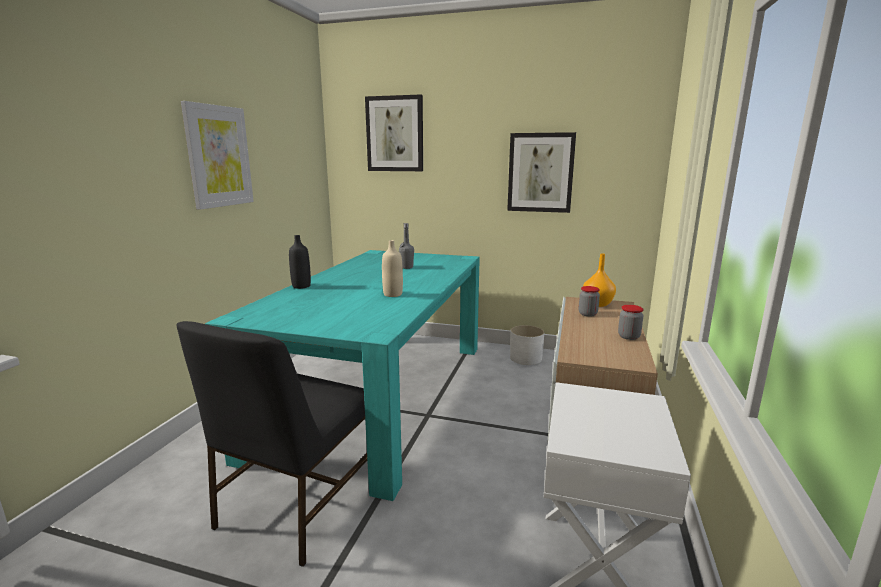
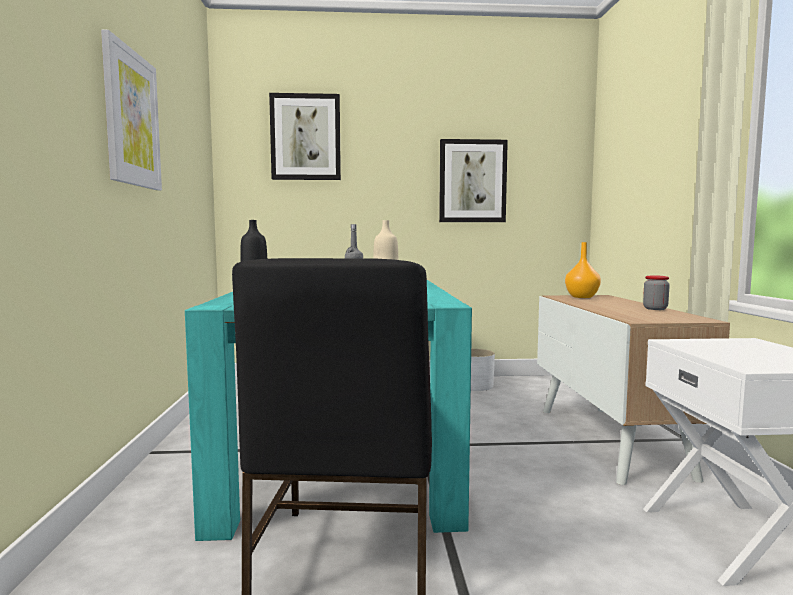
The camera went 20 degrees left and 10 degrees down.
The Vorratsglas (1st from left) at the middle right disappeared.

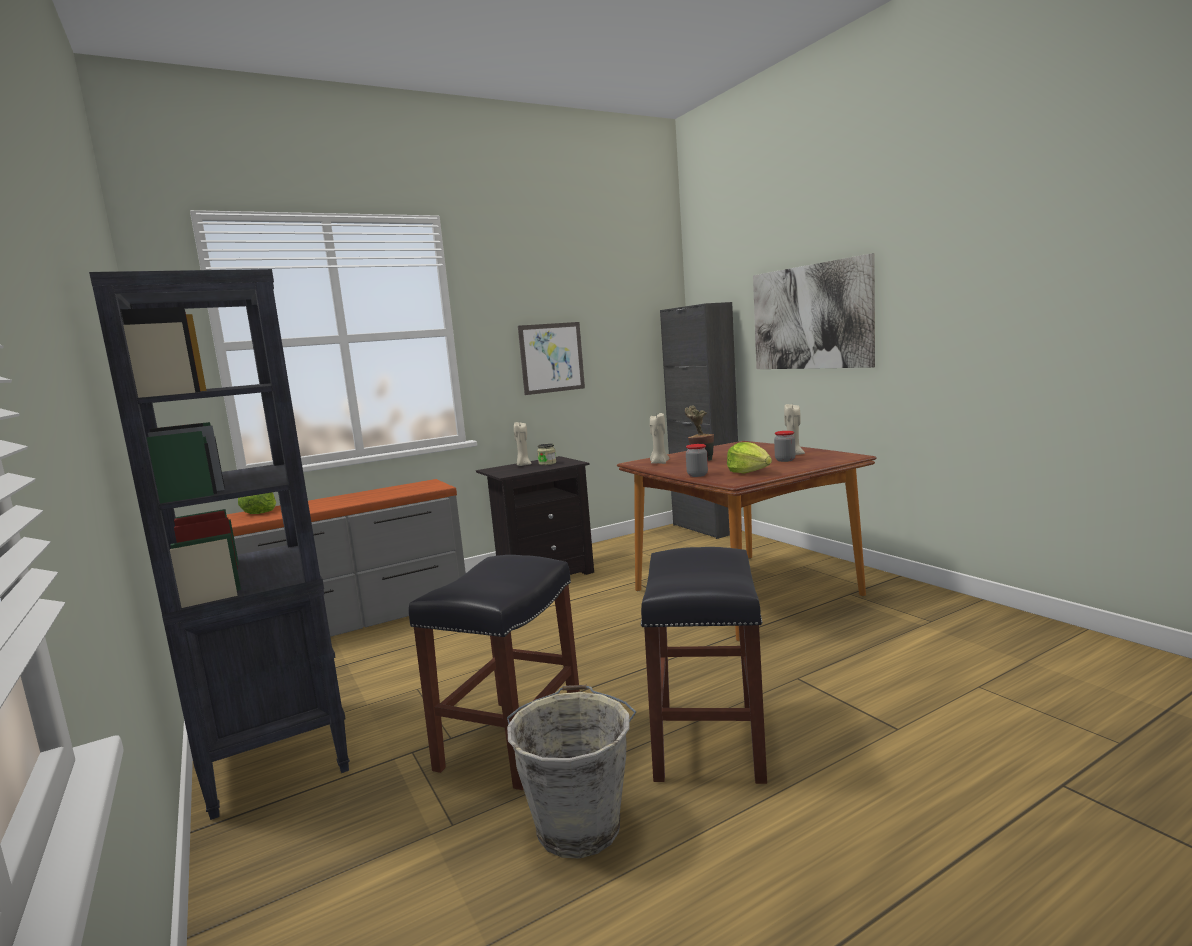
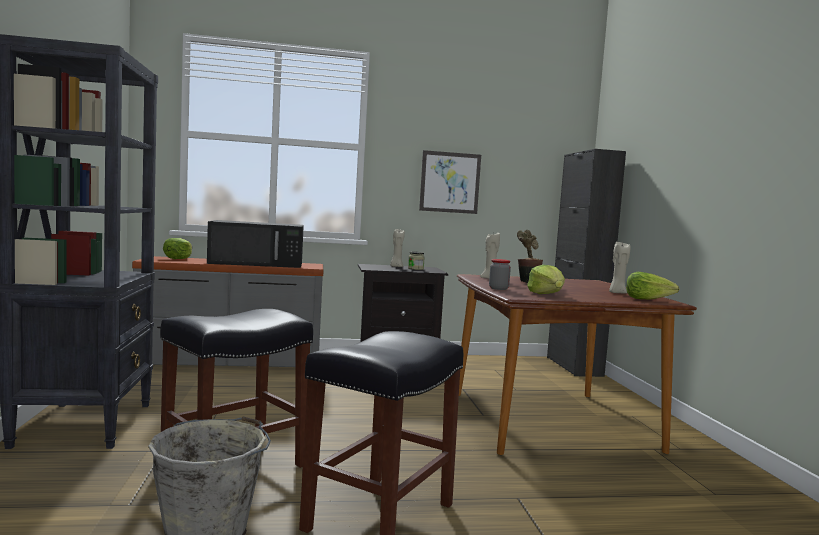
The camera went 20 degrees right and 5 degrees down.
The Mikrowelle/schwarz at the middle left appeared.
The Salatkopf (3rd from left) at the middle right appeared.
The Bild (2nd from left) at the top right disappeared.
The Vorratsglas (3rd from left) at the centre disappeared.

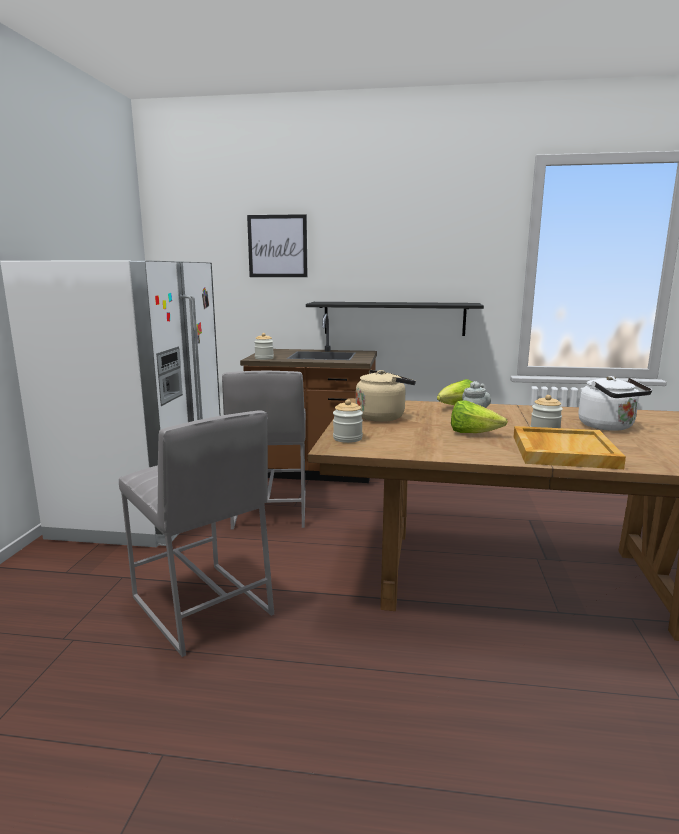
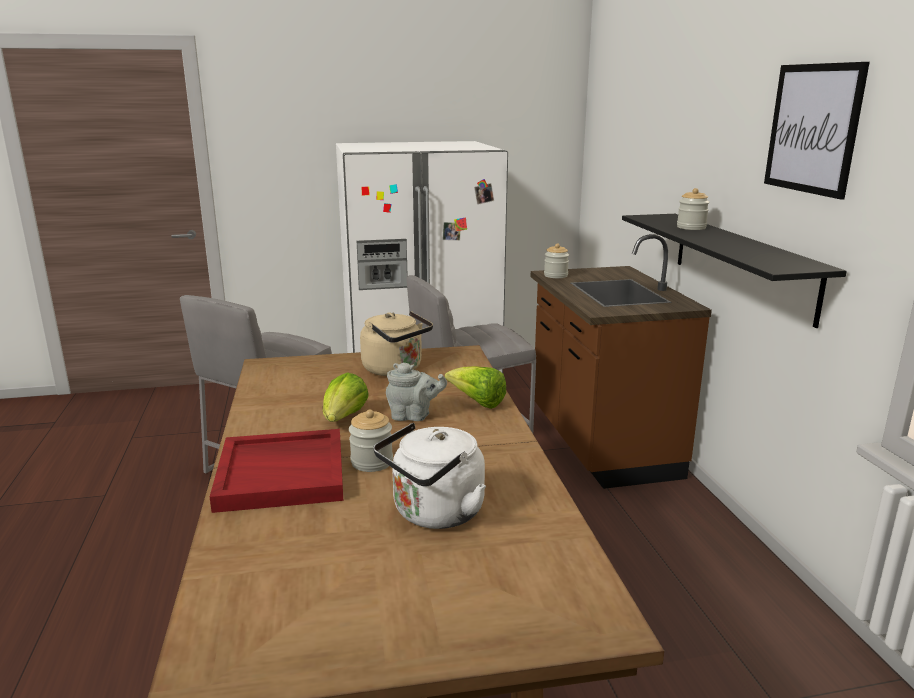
The camera went 70 degrees right and 5 degrees up.
The Tablett/beige at the middle right became the Tablett/rot at the bottom left.
The Vorratsglas (2nd from left in the first image) moved from the centre to the top right.
The Bild moved from the top centre to the top right.

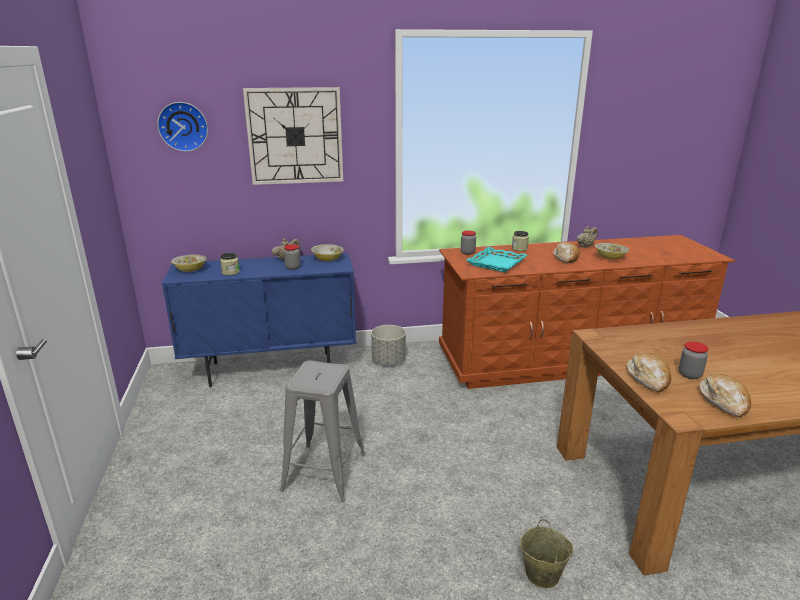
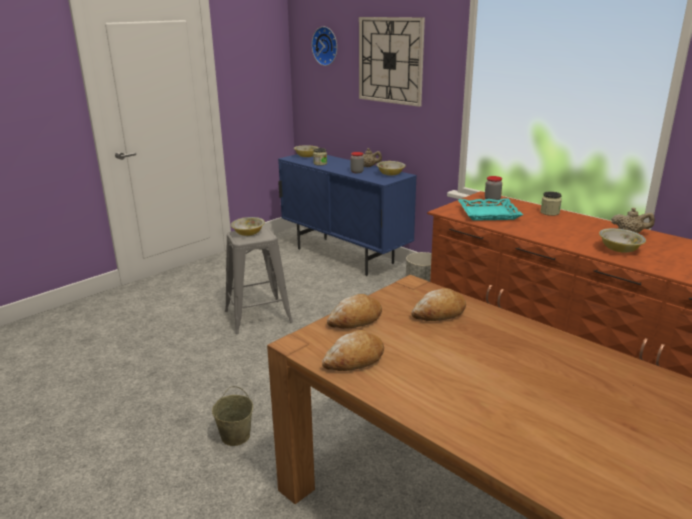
The camera went 55 degrees right and 0 degrees up.
The Schüssel (1st from left) at the centre appeared.
The Brot (1st from left in the first image) moved from the middle right to the centre.
The Vorratsglas (5th from left) at the middle right disappeared.

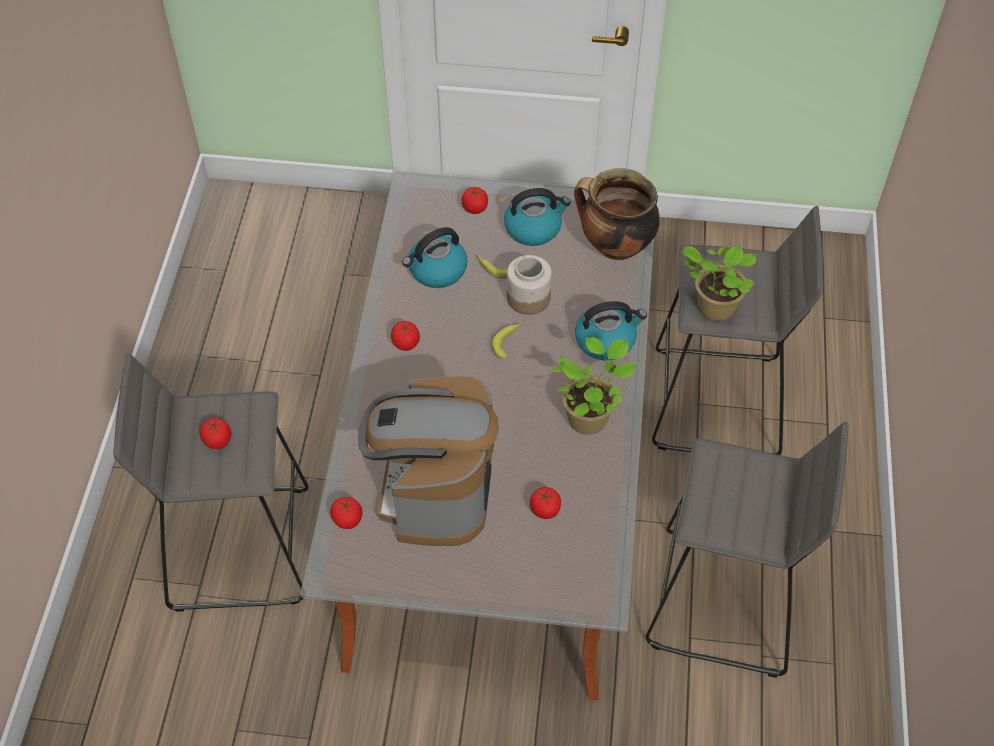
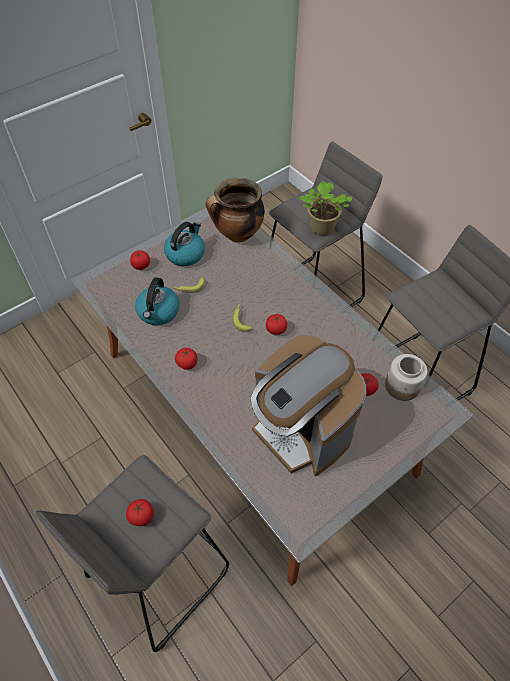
The camera went 45 degrees left and 0 degrees up.
The Tomate (2nd from left in the first image) moved from the bottom centre to the centre.
The Vorratsglas moved from the centre to the middle right.
The Topfpflanze (1st from left) at the centre disappeared.
The Wasserkessel (3rd from left) at the centre disappeared.

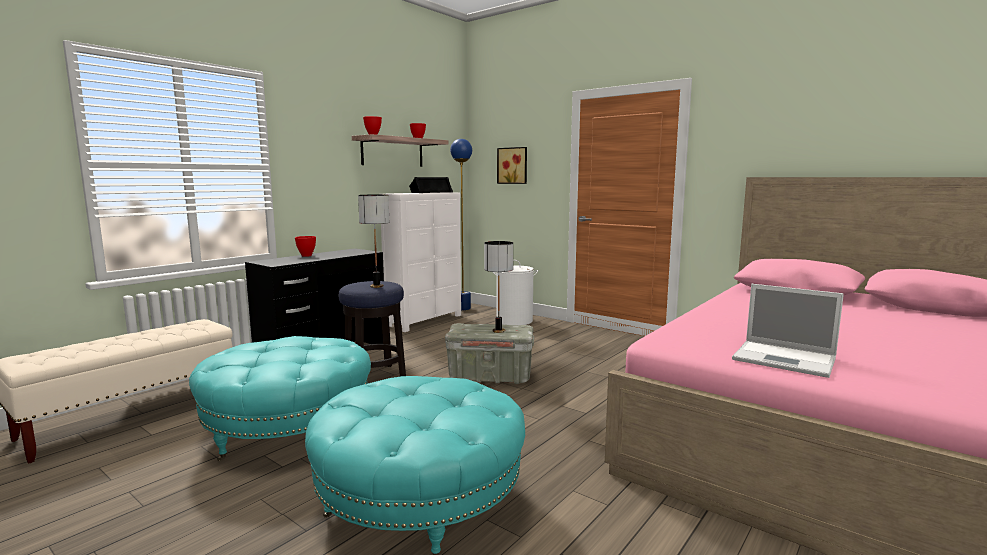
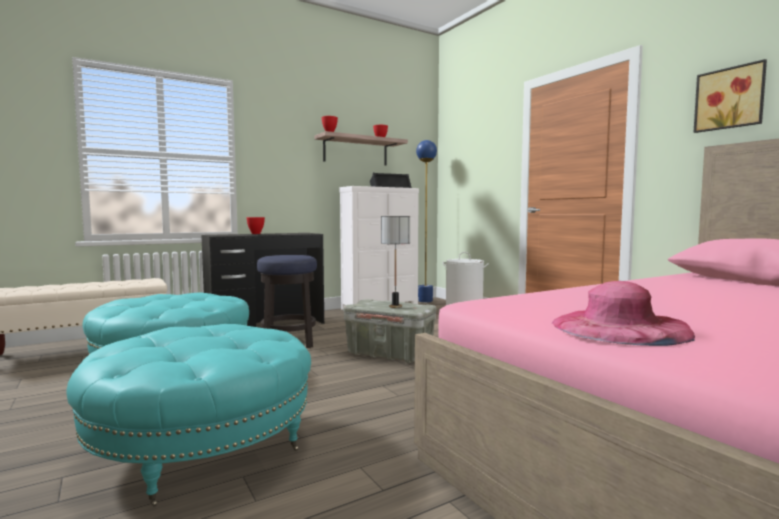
The camera went 20 degrees right and 5 degrees down.
The Laptop at the middle right was replaced by the Hut/rosa at the middle right.
The Bild moved from the top centre to the top right.
The Tischlampe (1st from left) at the centre disappeared.

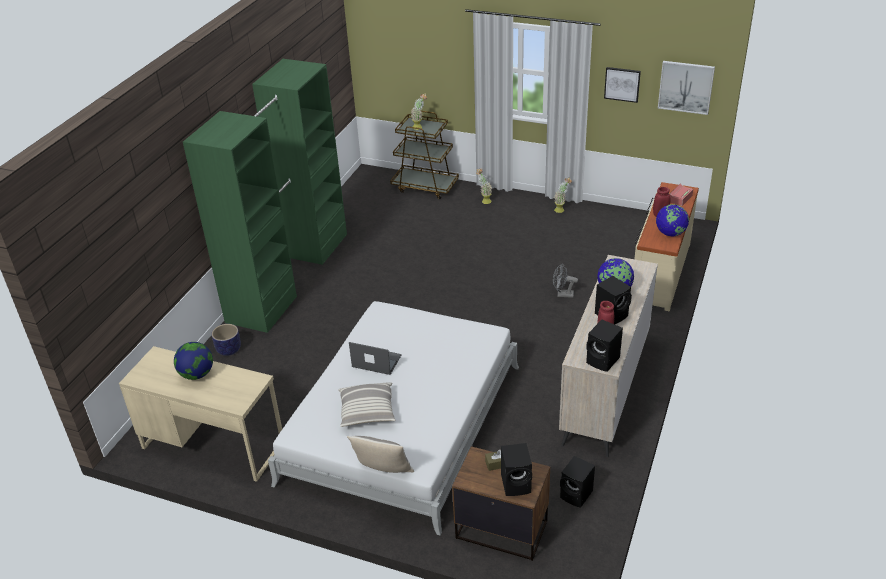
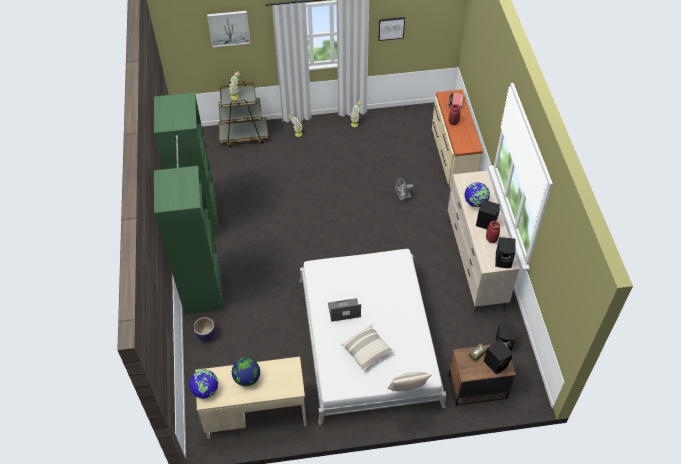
The camera went 30 degrees left and 15 degrees up.
The Globus (3rd from left in the first image) moved from the middle right to the bottom left.
The Bild (2nd from left in the first image) moved from the top right to the top centre.

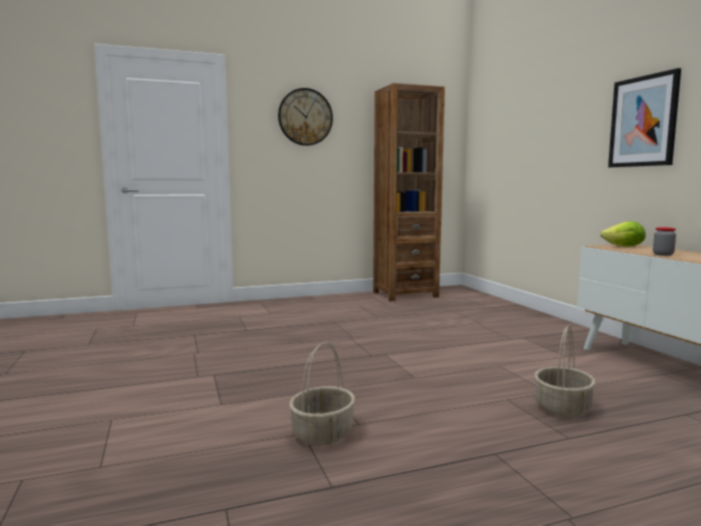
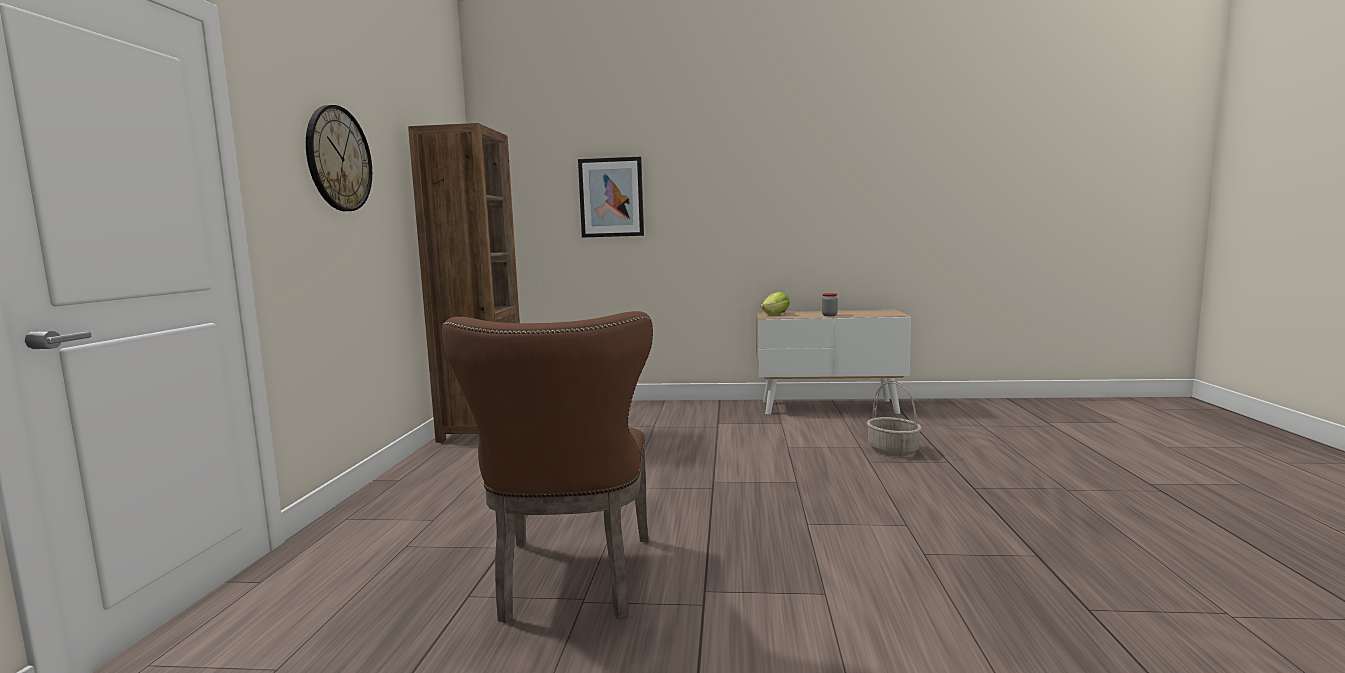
The camera went 65 degrees left and 0 degrees up.
The Stuhl/braun at the bottom centre appeared.
The Bild moved from the top right to the top centre.
The Korb (1st from left) at the bottom centre disappeared.

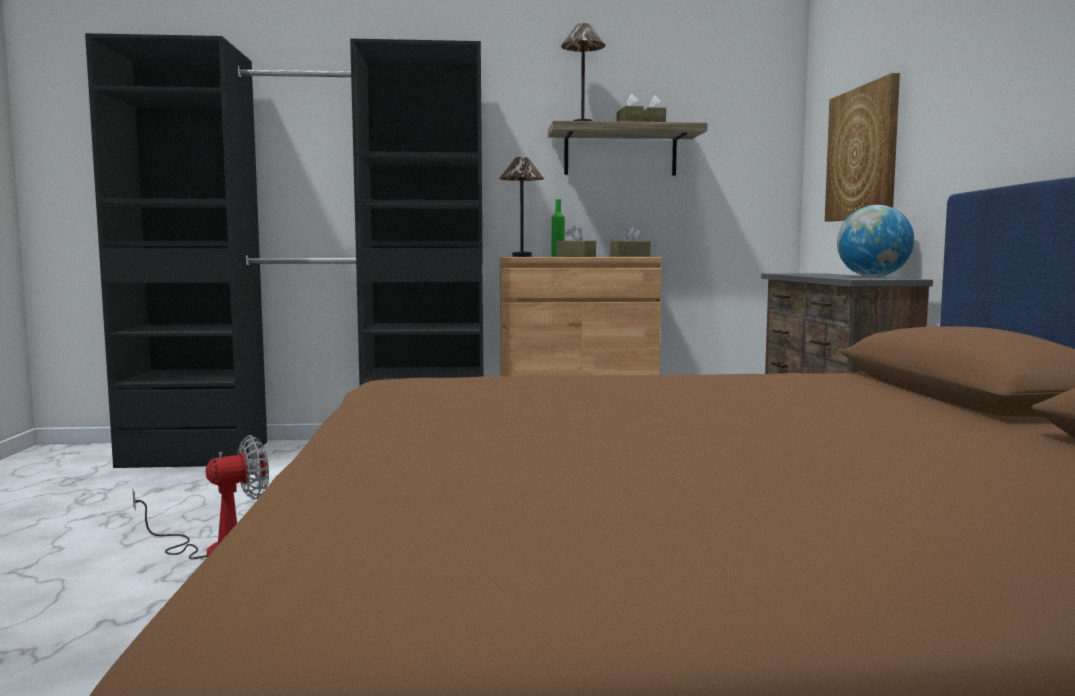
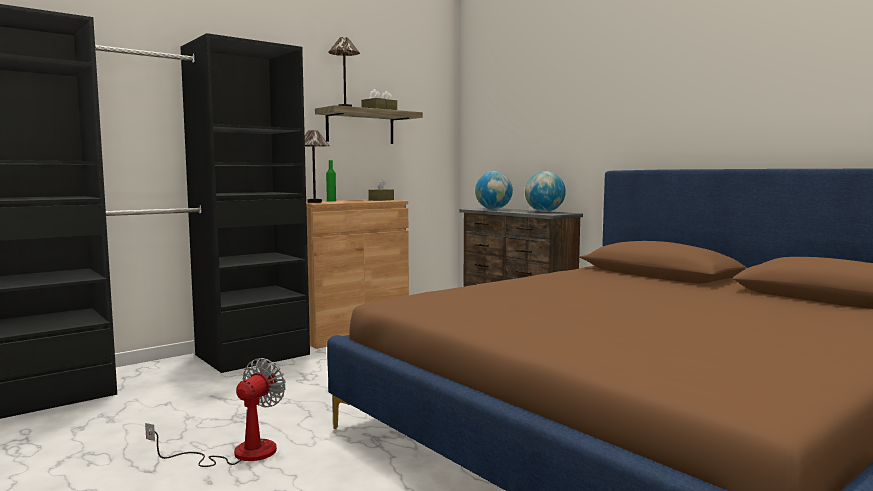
The camera went 35 degrees left and 0 degrees up.
The Globus (1st from left) at the centre appeared.
The Taschentuchbox/braun (1st from left) at the centre disappeared.
The Bild at the top right disappeared.

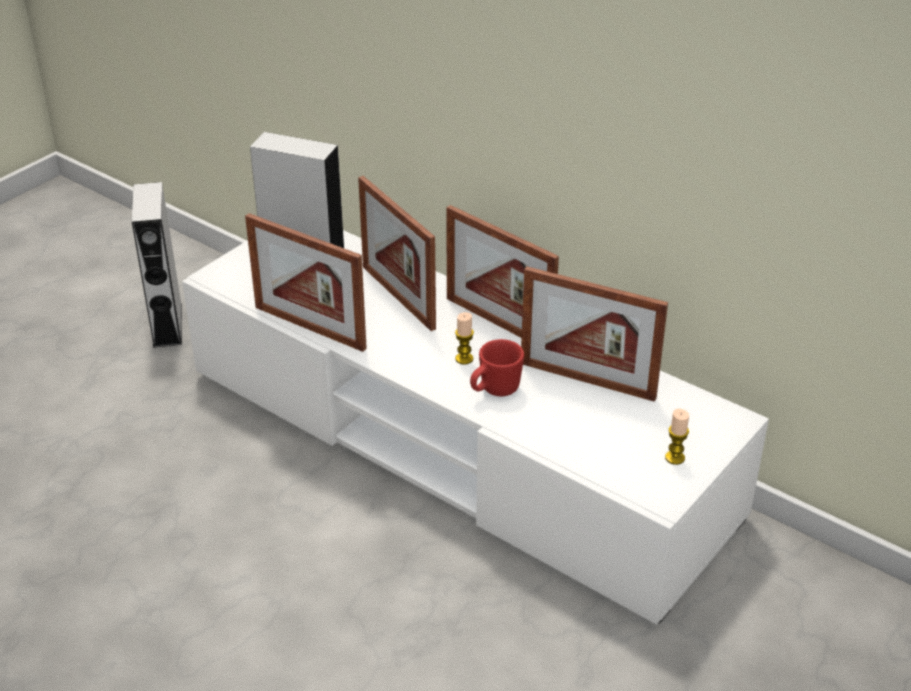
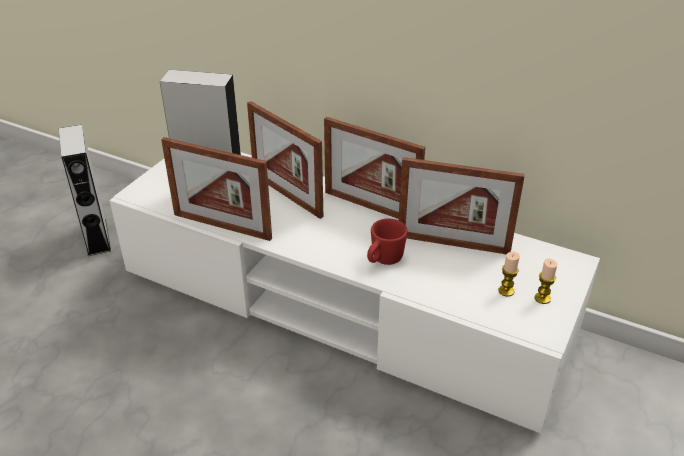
The camera went 10 degrees left and 0 degrees up.
The Kerze (1st from left) moved from the centre to the middle right.

